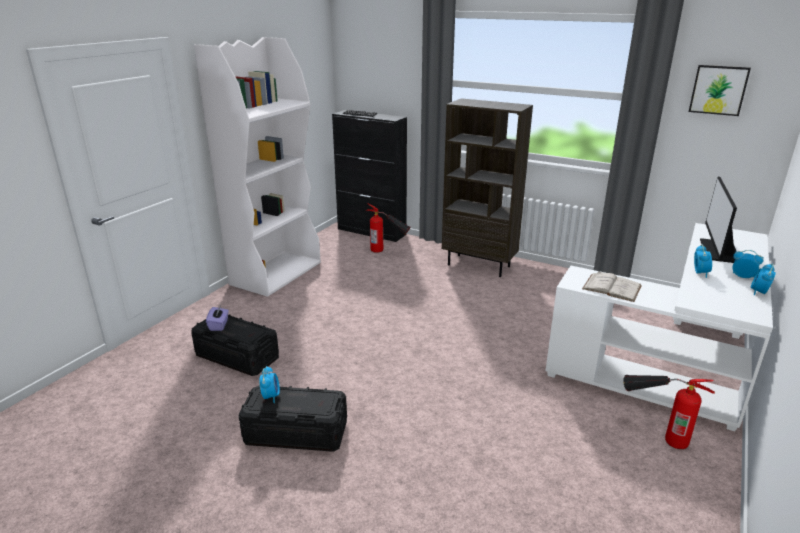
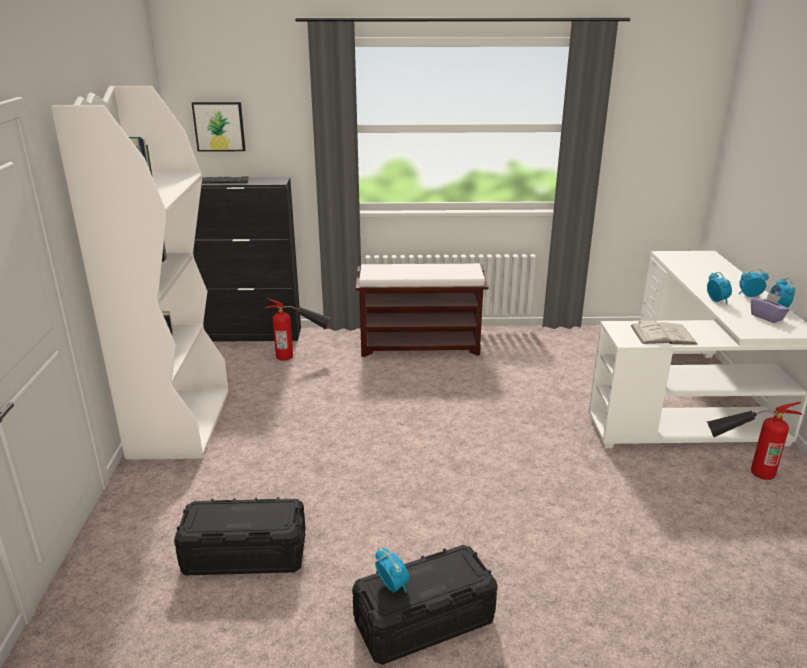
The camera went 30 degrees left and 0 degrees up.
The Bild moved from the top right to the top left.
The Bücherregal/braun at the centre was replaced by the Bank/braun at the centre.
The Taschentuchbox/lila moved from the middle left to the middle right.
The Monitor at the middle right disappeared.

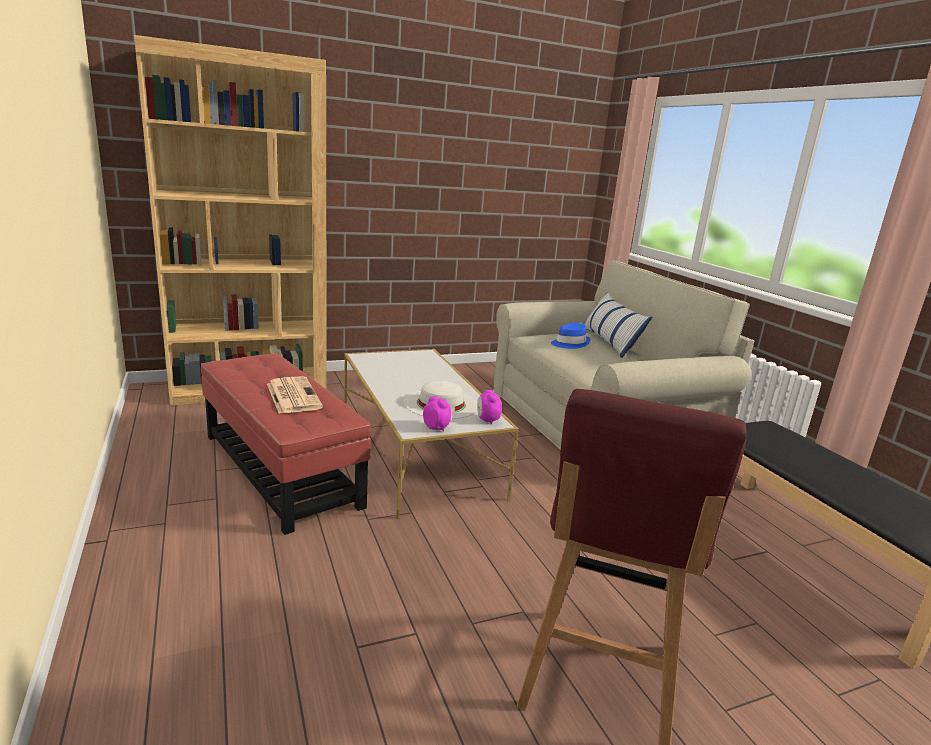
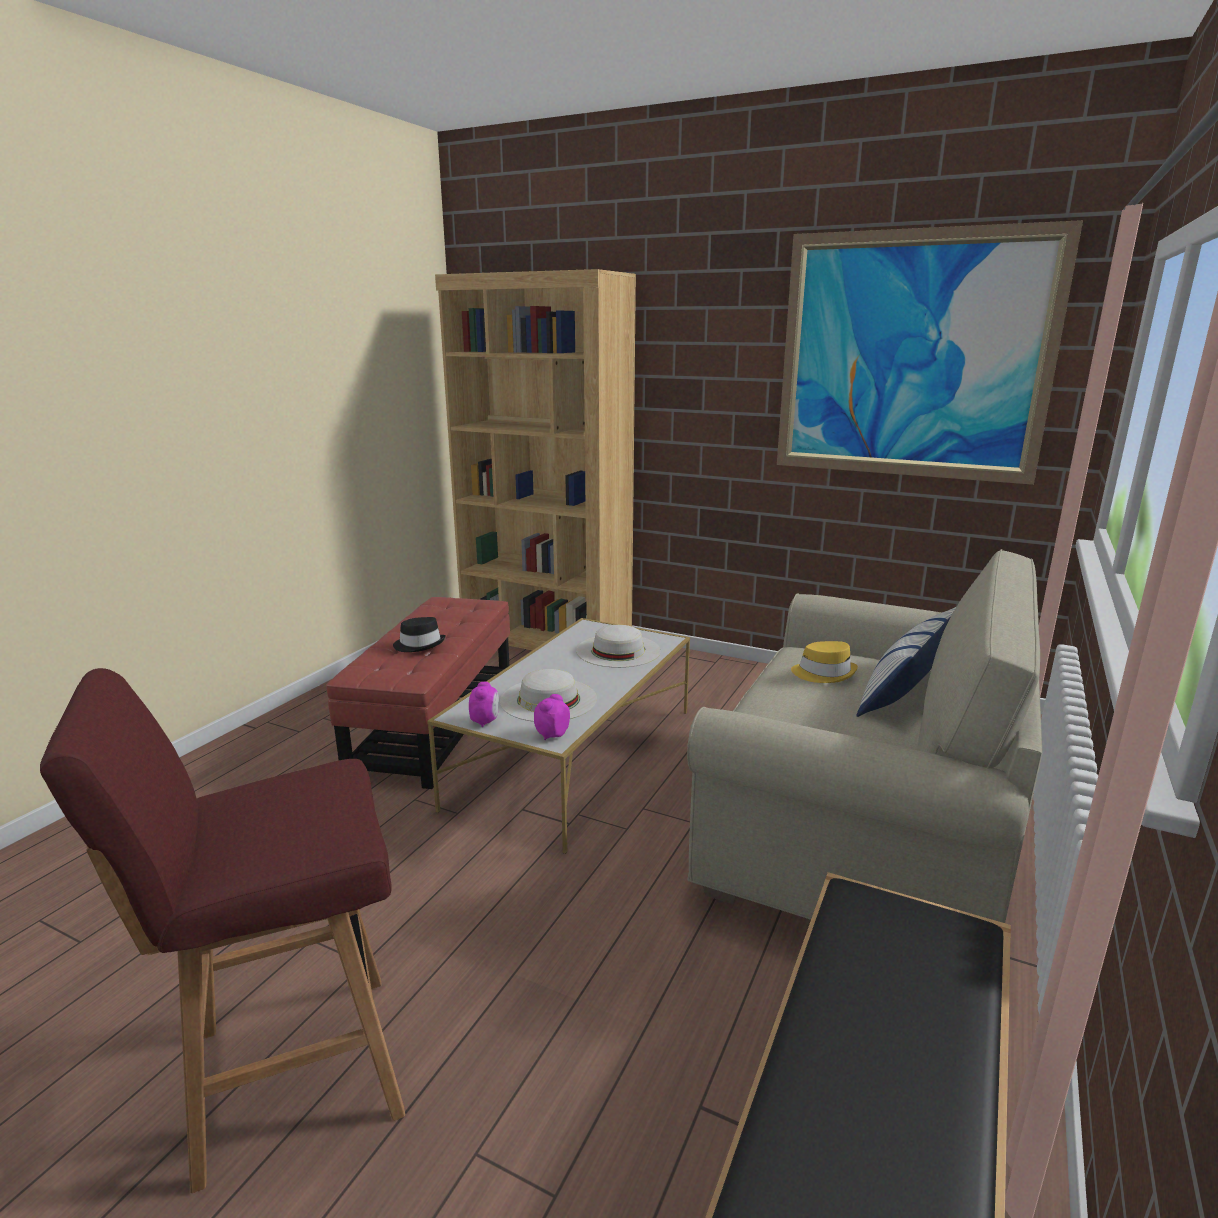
The camera went 50 degrees right and 0 degrees up.
The Zeitung at the middle left was replaced by the Hut/schwarz at the centre.
The Hut/weiß (2nd from left) at the centre appeared.
The Bild at the top right appeared.
The Hut/blau at the centre became the Hut/gelb at the middle right.

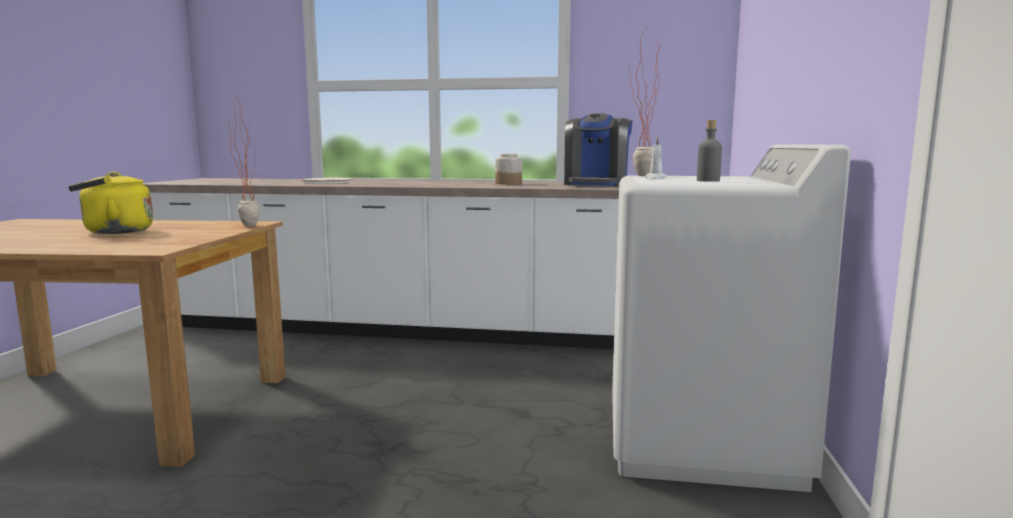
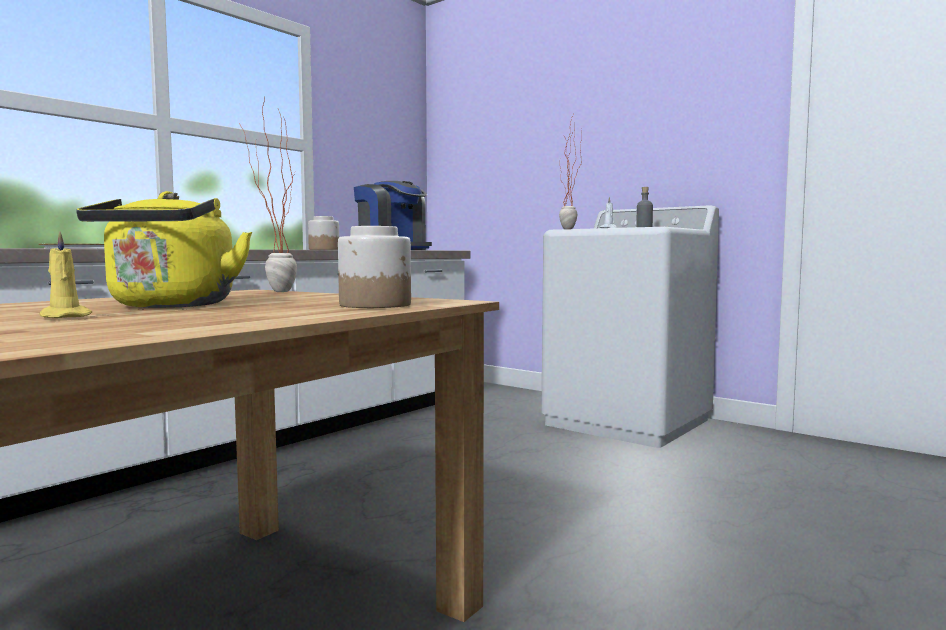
The camera went 60 degrees left and 5 degrees down.
The Kerze/gelb at the middle left appeared.
The Vorratsglas (2nd from left) at the centre appeared.

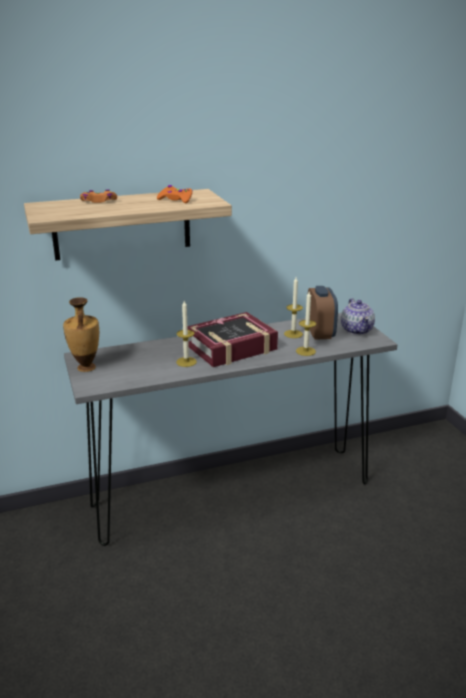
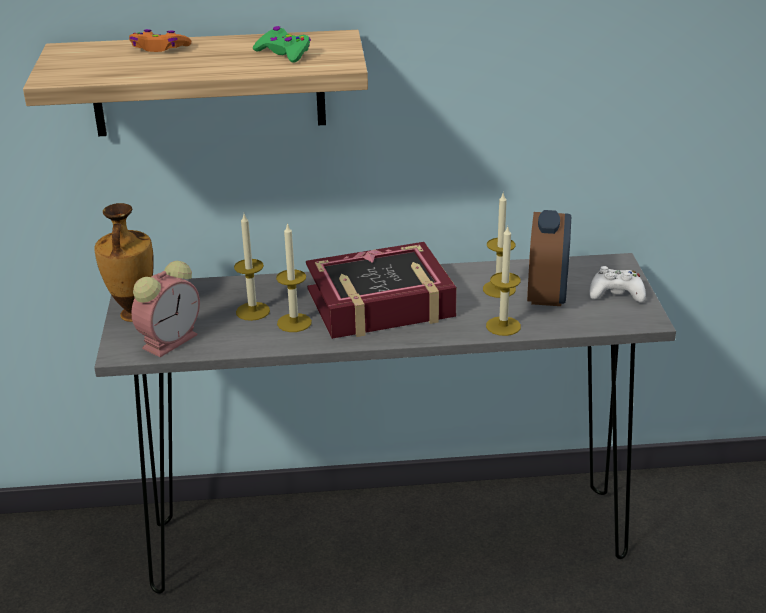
The camera went 15 degrees right and 5 degrees up.
The Wecker (1st from left) at the middle left appeared.
The Kerze (1st from left) at the middle left appeared.
The Gamepad/orange (2nd from left) at the top centre became the Gamepad/grün at the top centre.
The Teekanne at the middle right was replaced by the Gamepad/weiß at the middle right.

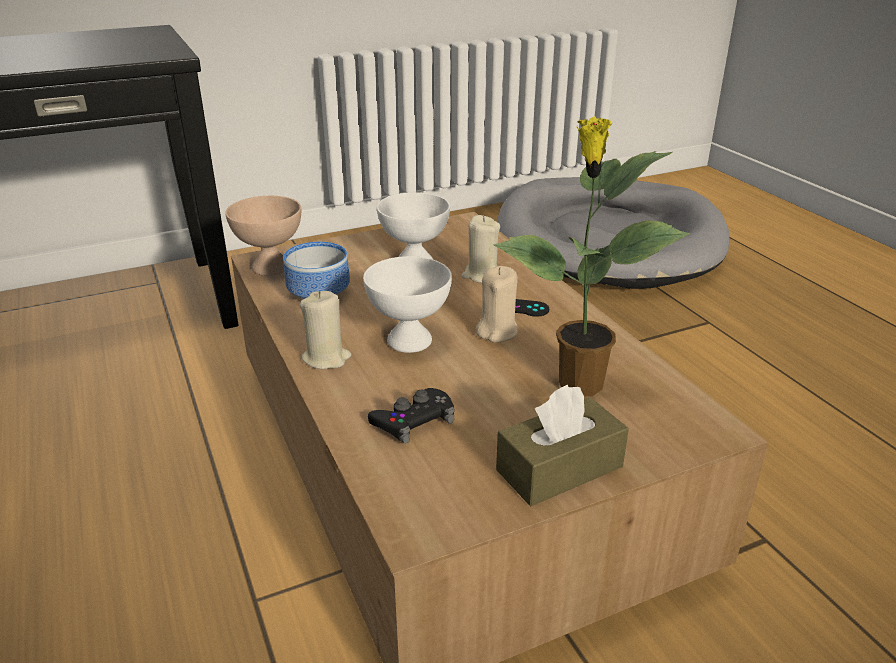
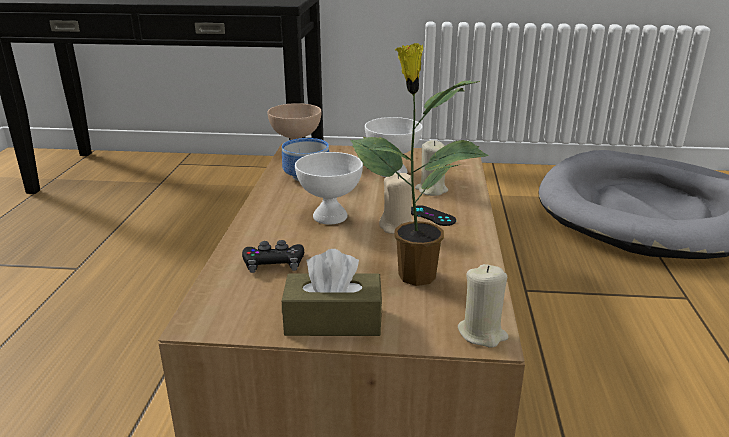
The camera went 30 degrees right and 5 degrees down.
The Kerze/beige (1st from left in the first image) moved from the centre to the bottom centre.

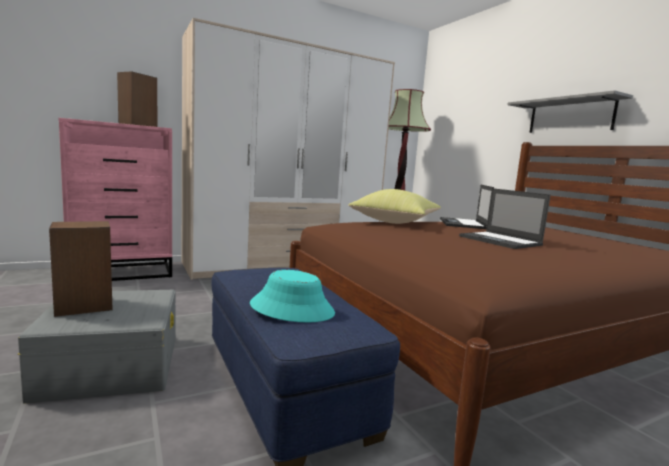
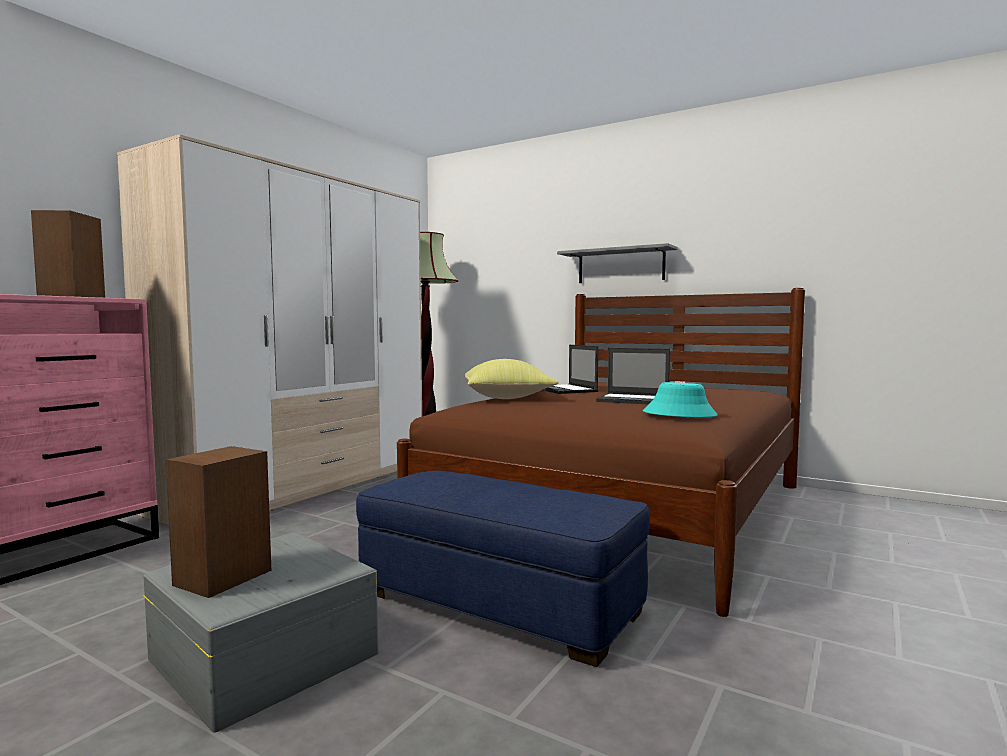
The camera went 30 degrees left and 5 degrees down.
The Hut/türkis moved from the centre to the middle right.

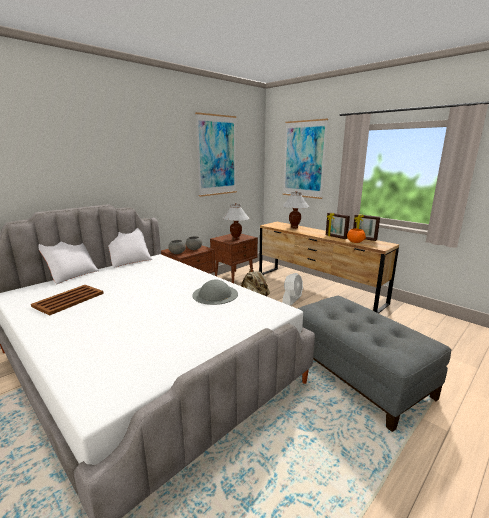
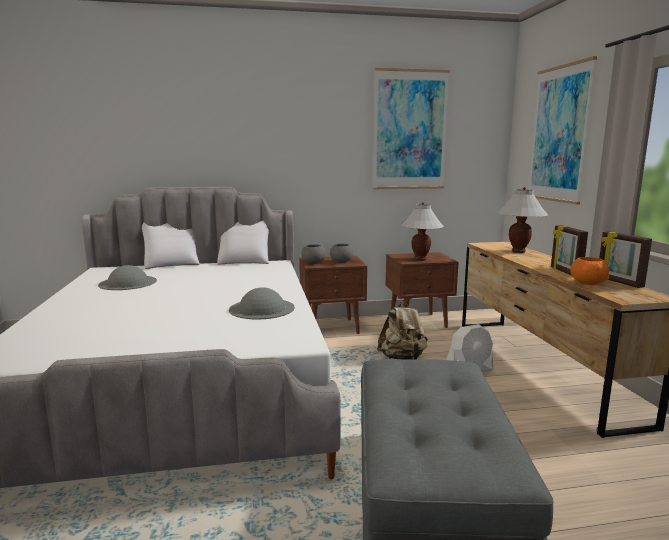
The camera went 35 degrees right and 5 degrees down.
The Tablett/braun at the middle left was replaced by the Hut/grau (1st from left) at the middle left.

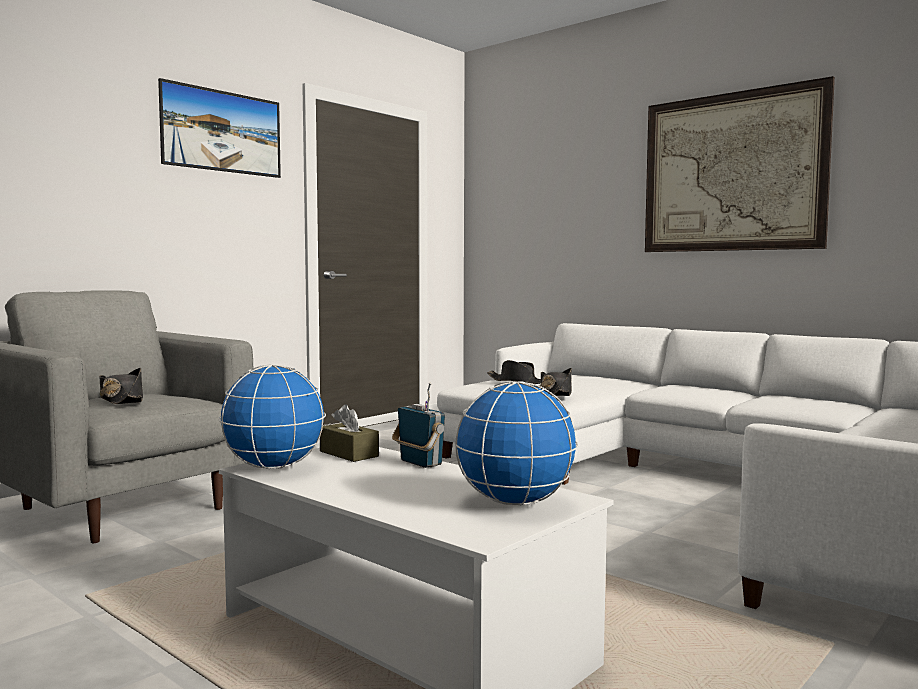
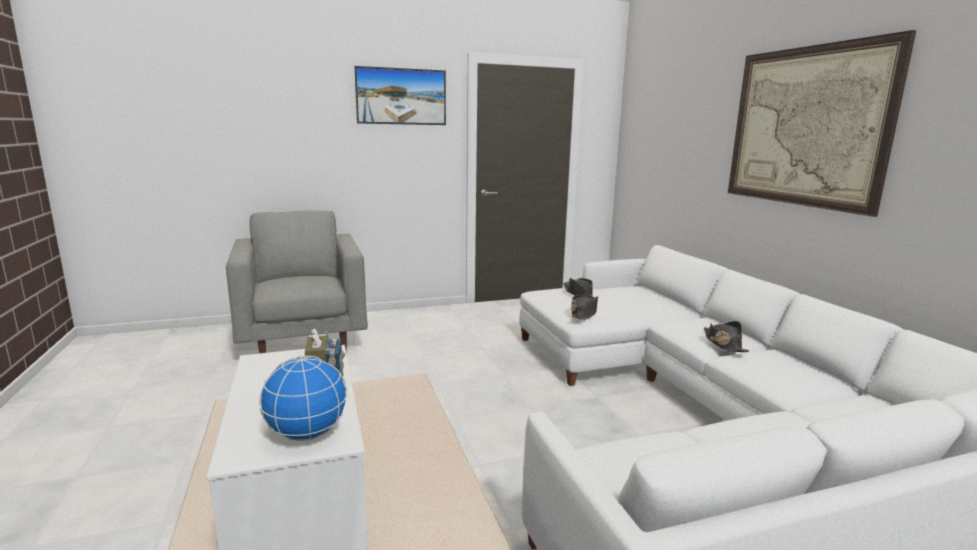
The camera went 30 degrees right and 10 degrees up.
The Hut/schwarz (1st from left in the first image) moved from the middle left to the middle right.
The Globus (1st from left) at the middle left disappeared.

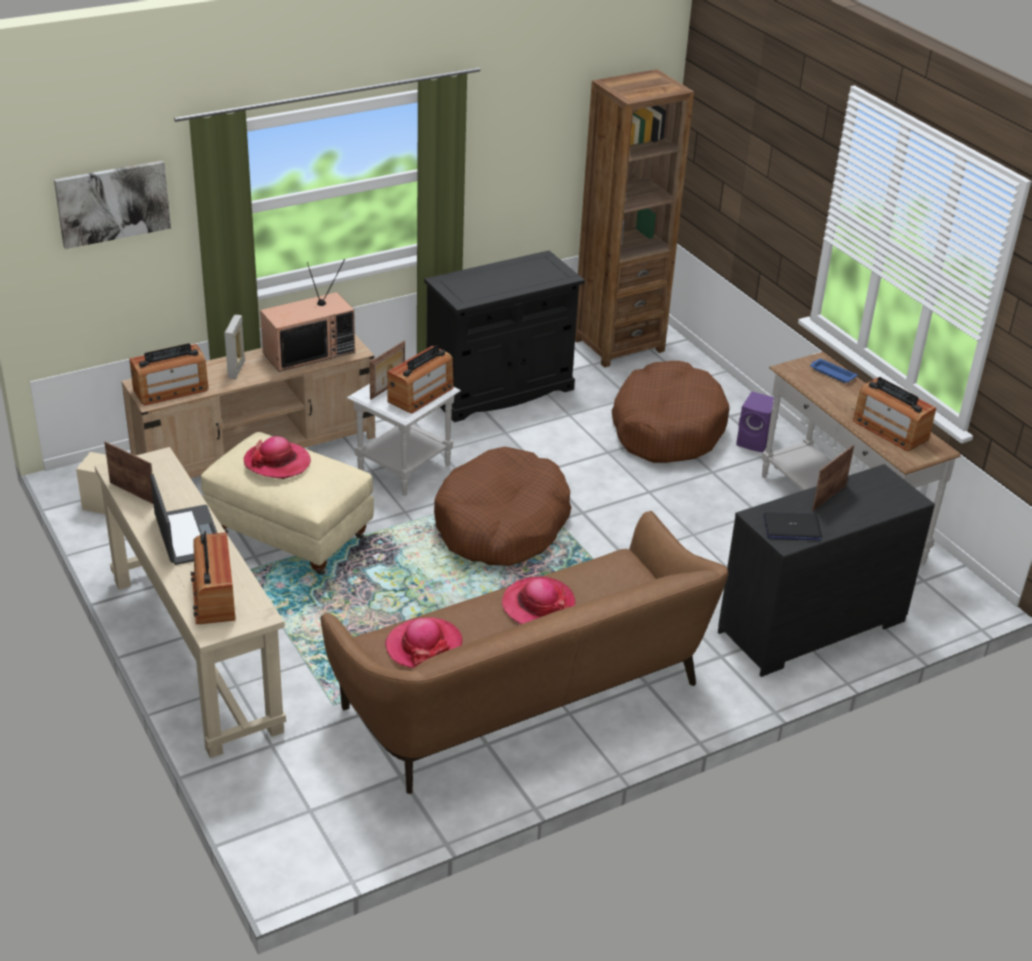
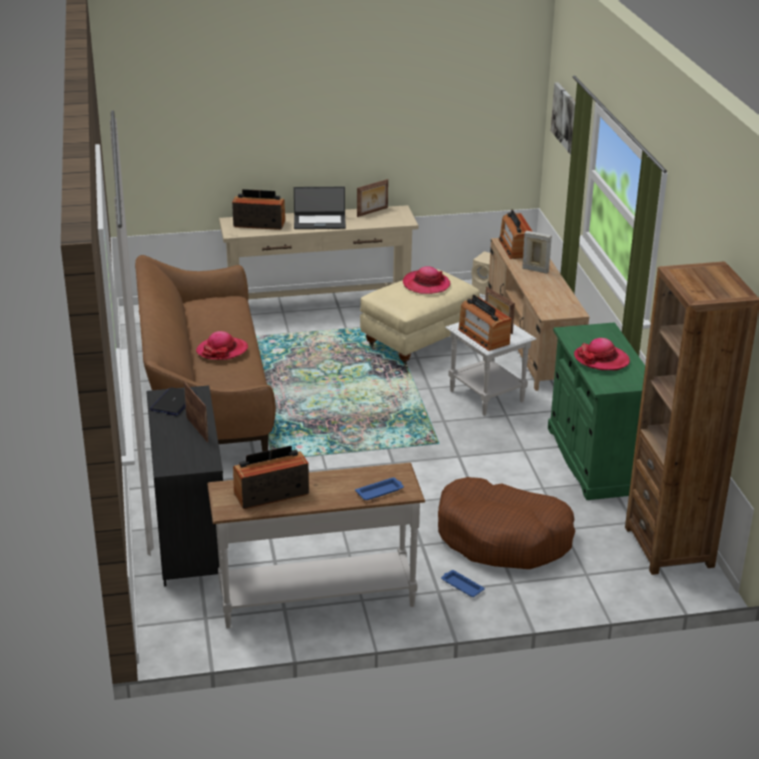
The camera went 110 degrees right and 5 degrees down.
The Lautsprecher/lila at the middle right was replaced by the Tablett/blau (2nd from left) at the bottom centre.
The Schrank/schwarz at the centre became the Schrank/grün at the middle right.
The Hut (2nd from left in the first image) moved from the bottom centre to the middle right.
The Fernseher at the top left disappeared.
The Hundebett/braun (1st from left) at the centre disappeared.

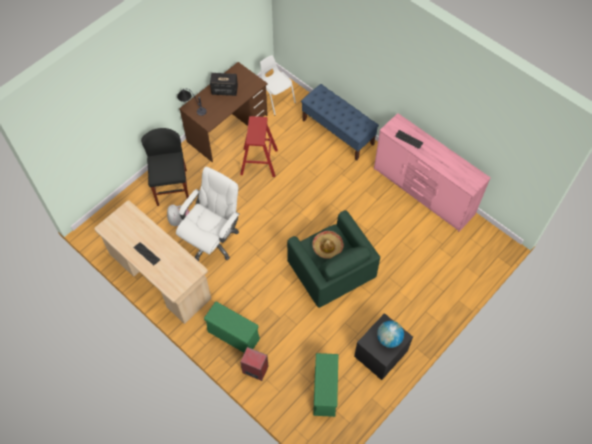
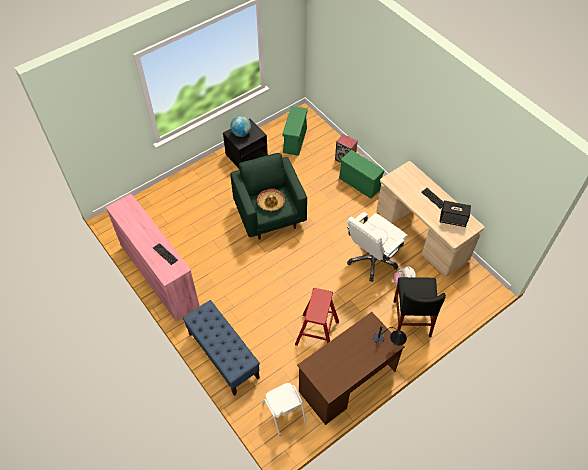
The camera went 170 degrees left and 5 degrees down.
The Lautsprecher (1st from left in the first image) moved from the top centre to the middle right.

